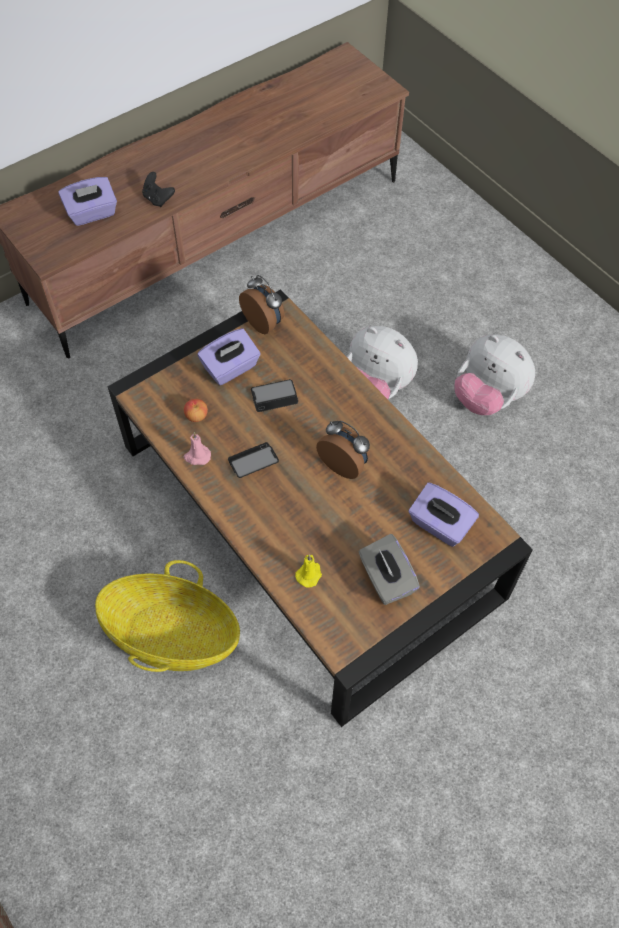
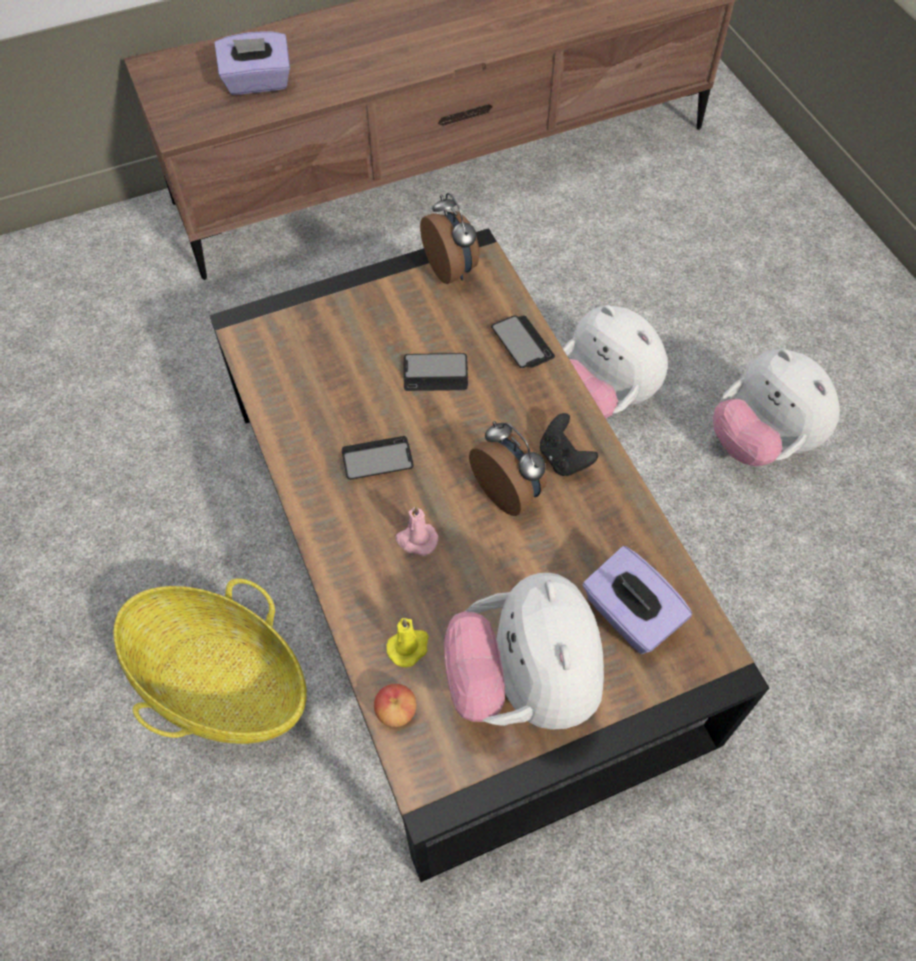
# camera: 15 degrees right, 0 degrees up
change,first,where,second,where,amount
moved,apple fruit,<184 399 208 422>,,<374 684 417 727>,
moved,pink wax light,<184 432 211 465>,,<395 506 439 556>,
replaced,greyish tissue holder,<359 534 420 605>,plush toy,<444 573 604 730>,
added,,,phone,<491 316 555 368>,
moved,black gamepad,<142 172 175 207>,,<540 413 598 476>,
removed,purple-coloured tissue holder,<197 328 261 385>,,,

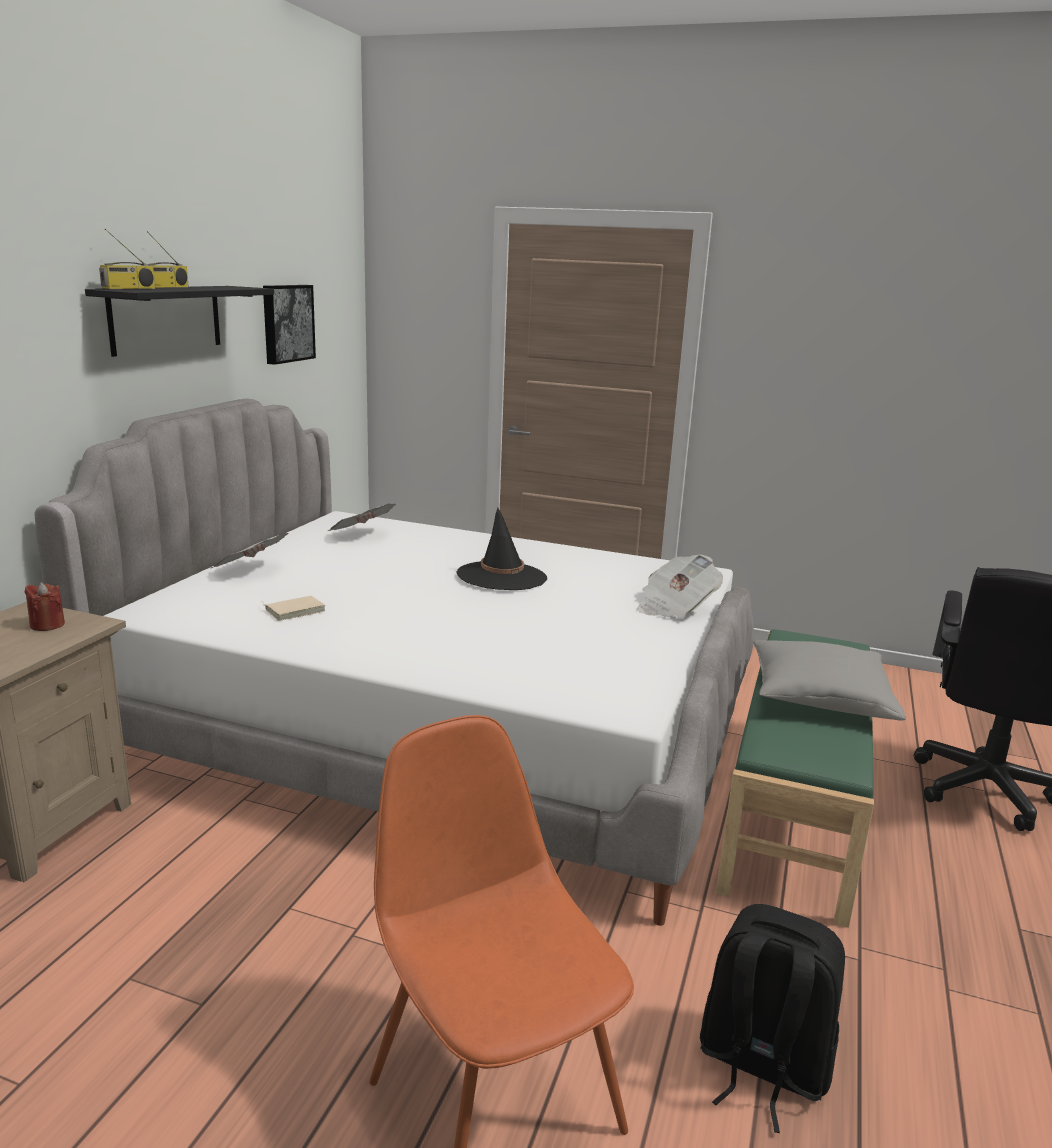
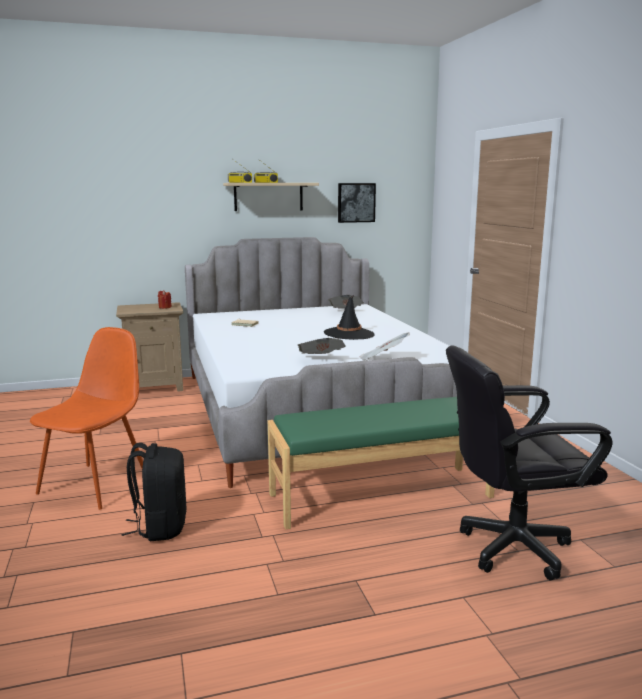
# camera: 55 degrees right, 5 degrees down
change,first,where,second,where,amount
recoloured,black wall shelf,<85 286 274 357>,beige-coloured wall shelf,<223 183 319 211>,
moved,printed paper,<211 533 289 568>,,<298 338 346 354>,
removed,greyish throw pillow,<753 640 906 720>,,,

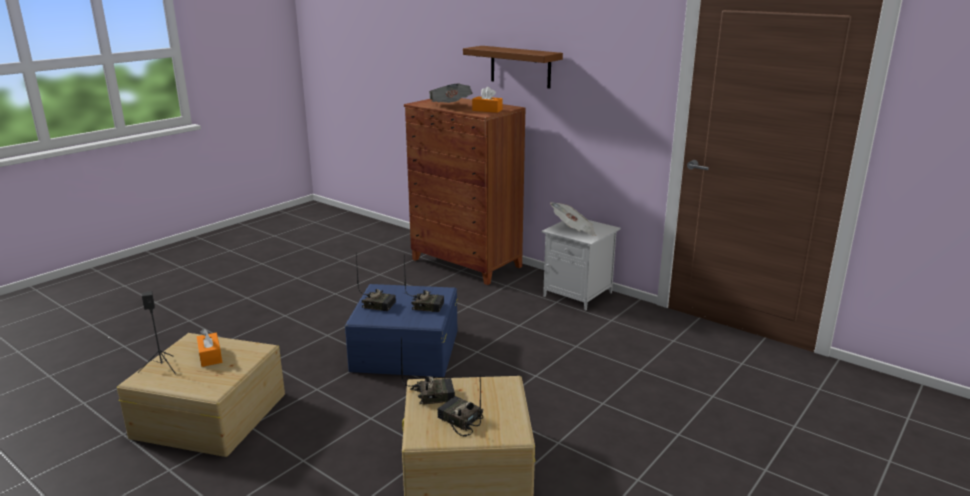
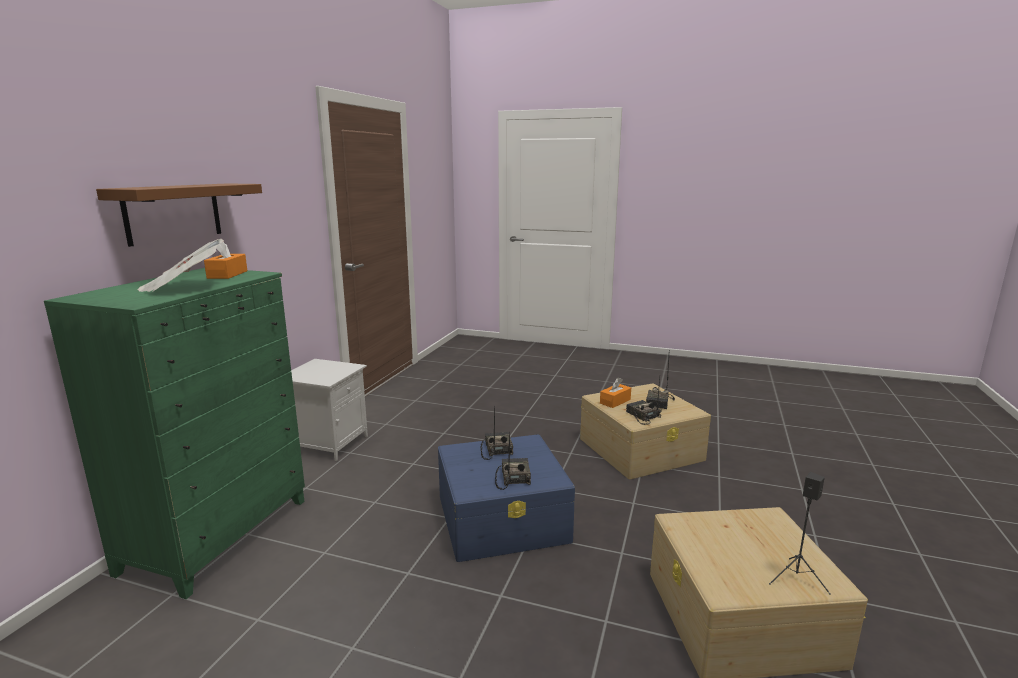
# camera: 110 degrees left, 5 degrees down
change,first,where,second,where,amount
recoloured,brown drawer chest,<404 98 526 285>,greenish drawer chest,<44 268 305 599>,
moved,orangey tissue holder,<197 329 222 367>,,<600 378 631 408>,
removed,printed paper,<550 202 596 236>,,,

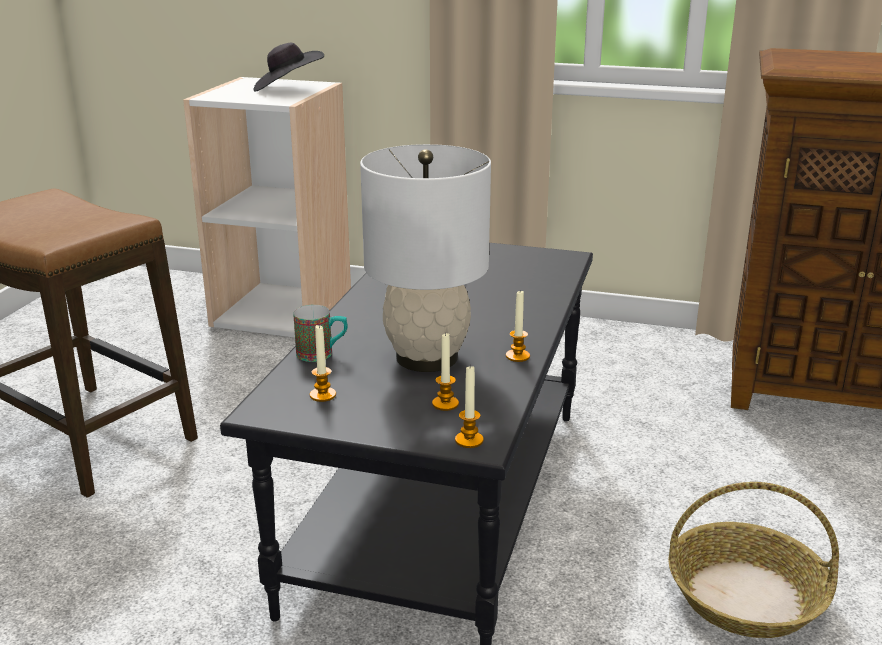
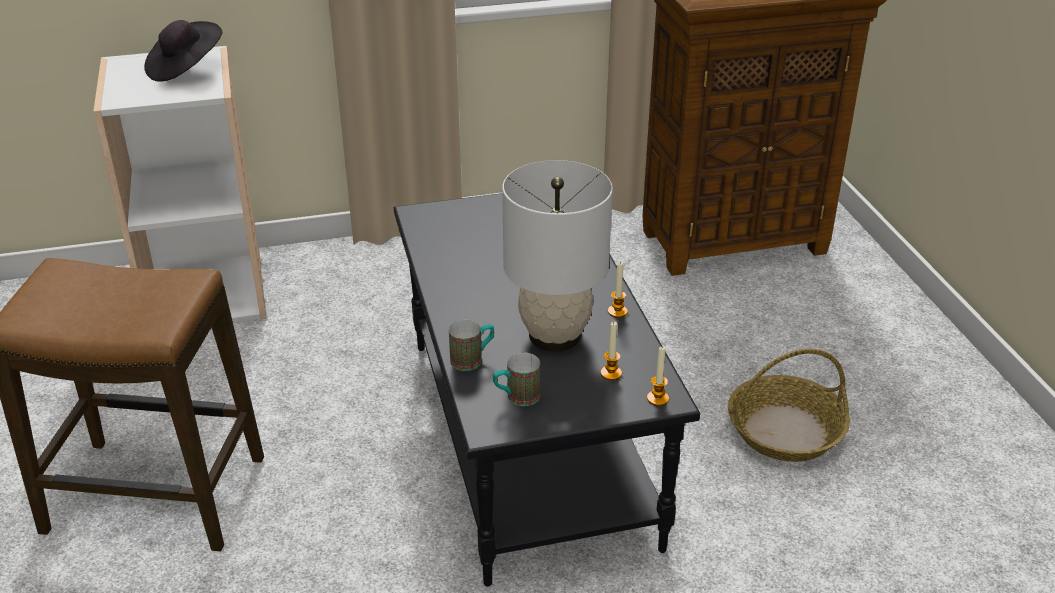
# camera: 30 degrees left, 10 degrees up
change,first,where,second,where,amount
replaced,wax light,<310 325 336 402>,mug,<493 353 540 406>,

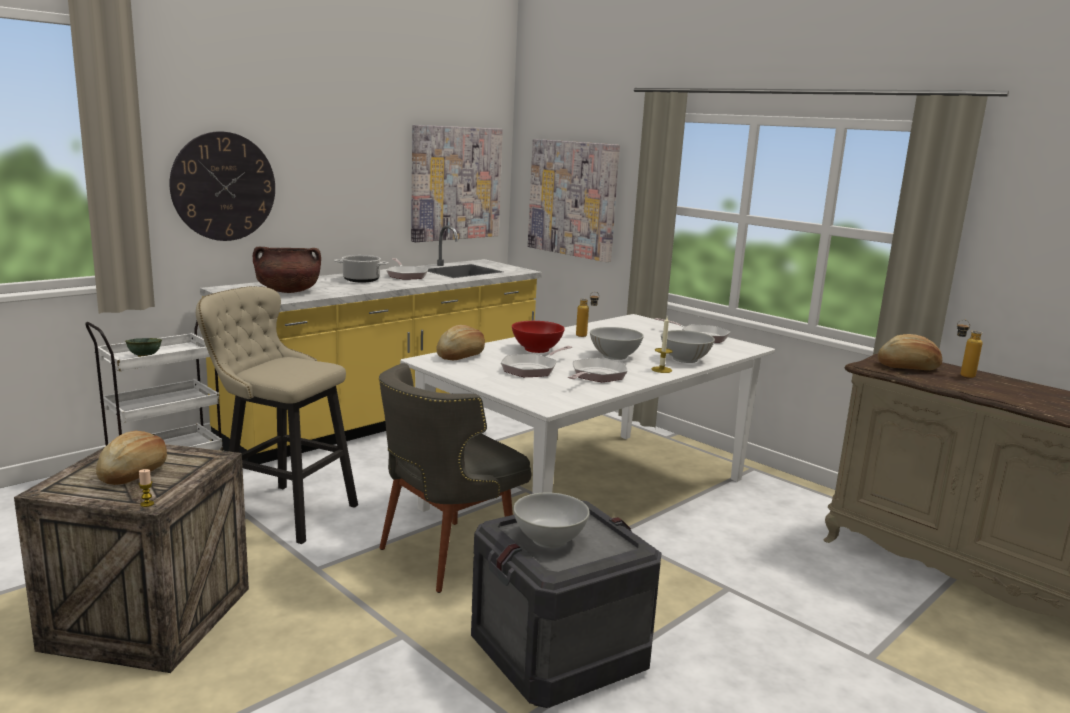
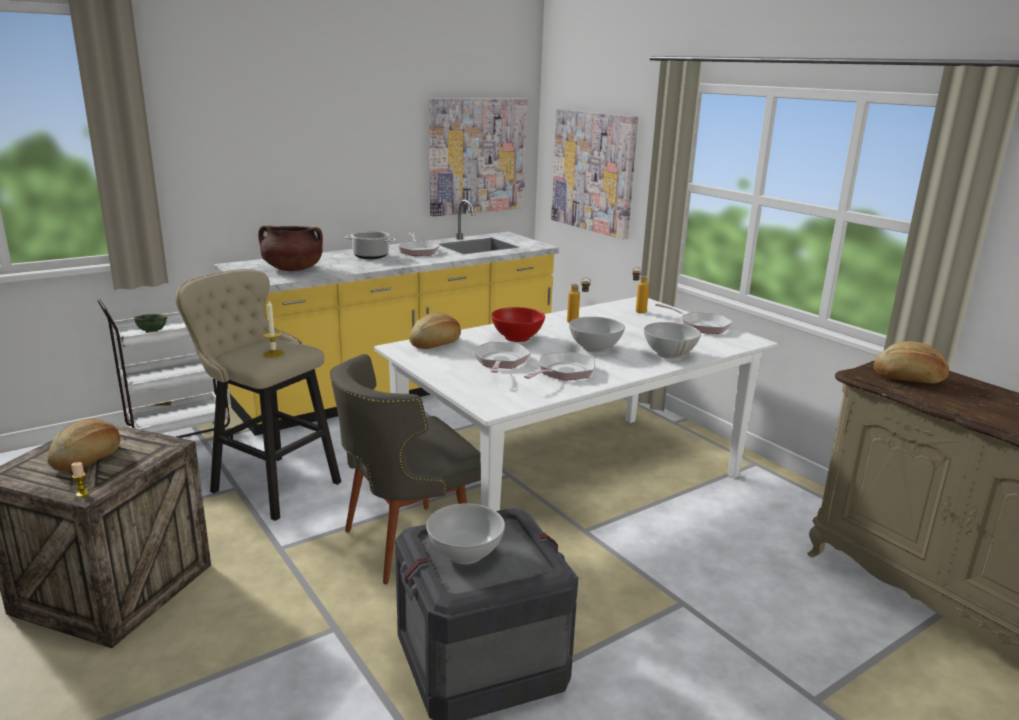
# camera: 10 degrees right, 5 degrees up
change,first,where,second,where,amount
moved,wax light,<651 317 673 373>,,<263 301 285 358>,
turned,pan,<501 346 572 377>,,<472 342 531 373>,135 degrees clockwise
moved,drink bottle,<957 319 983 378>,,<632 267 649 313>,
removed,clock on the wall,<170 131 275 241>,,,

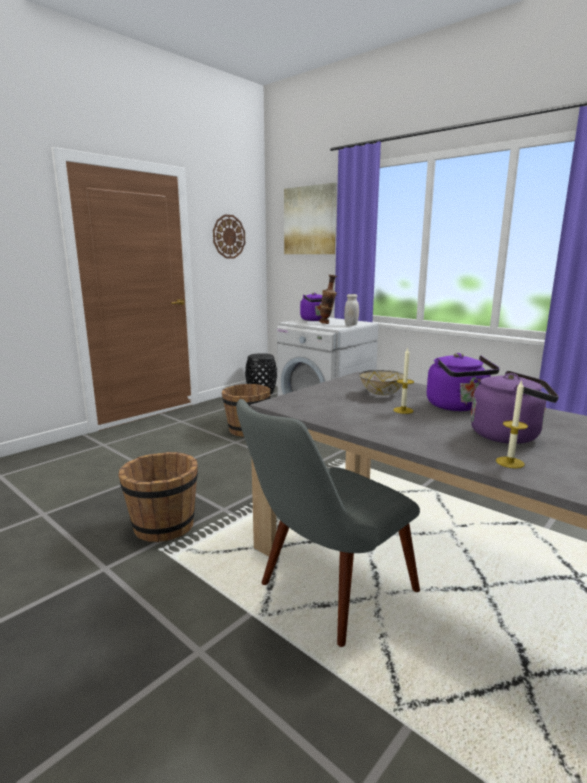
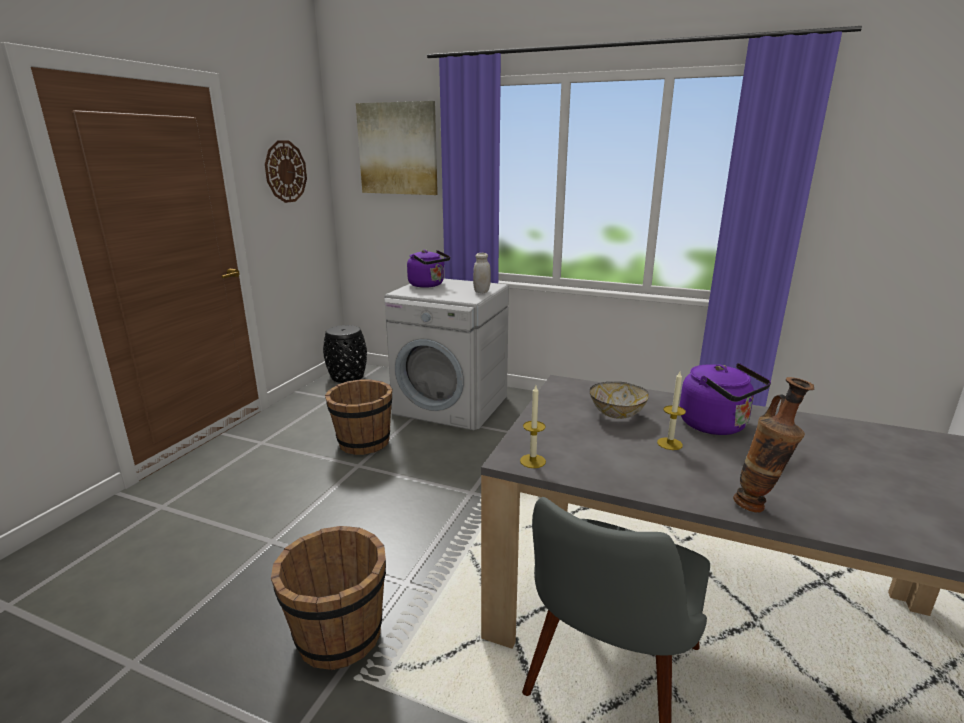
# camera: 20 degrees left, 5 degrees up
change,first,where,second,where,amount
moved,wax light,<496 380 528 468>,,<520 385 546 468>,
moved,vase,<319 275 337 324>,,<733 377 814 512>,
removed,purple-coloured water kettle,<471 371 559 444>,,,

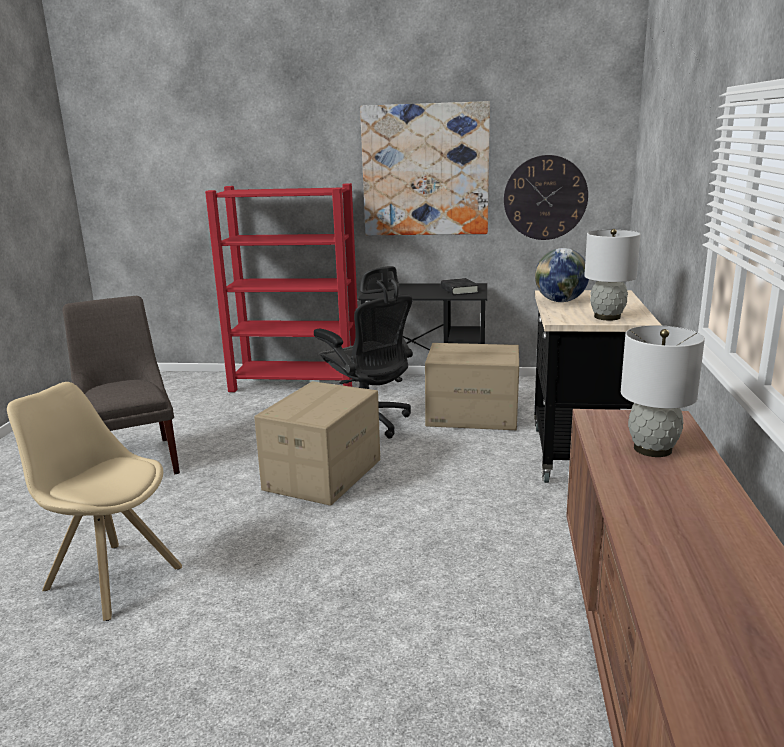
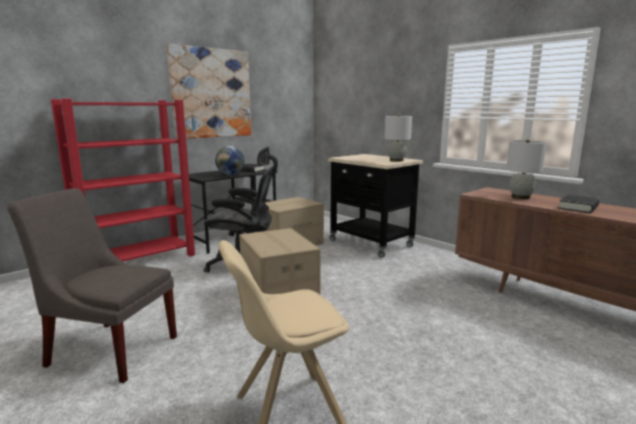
# camera: 50 degrees left, 5 degrees down
change,first,where,second,where,amount
moved,globe,<535 248 589 302>,,<215 146 245 175>,
added,,,black volume,<558 195 599 213>,
removed,clock on the wall,<504 155 588 240>,,,

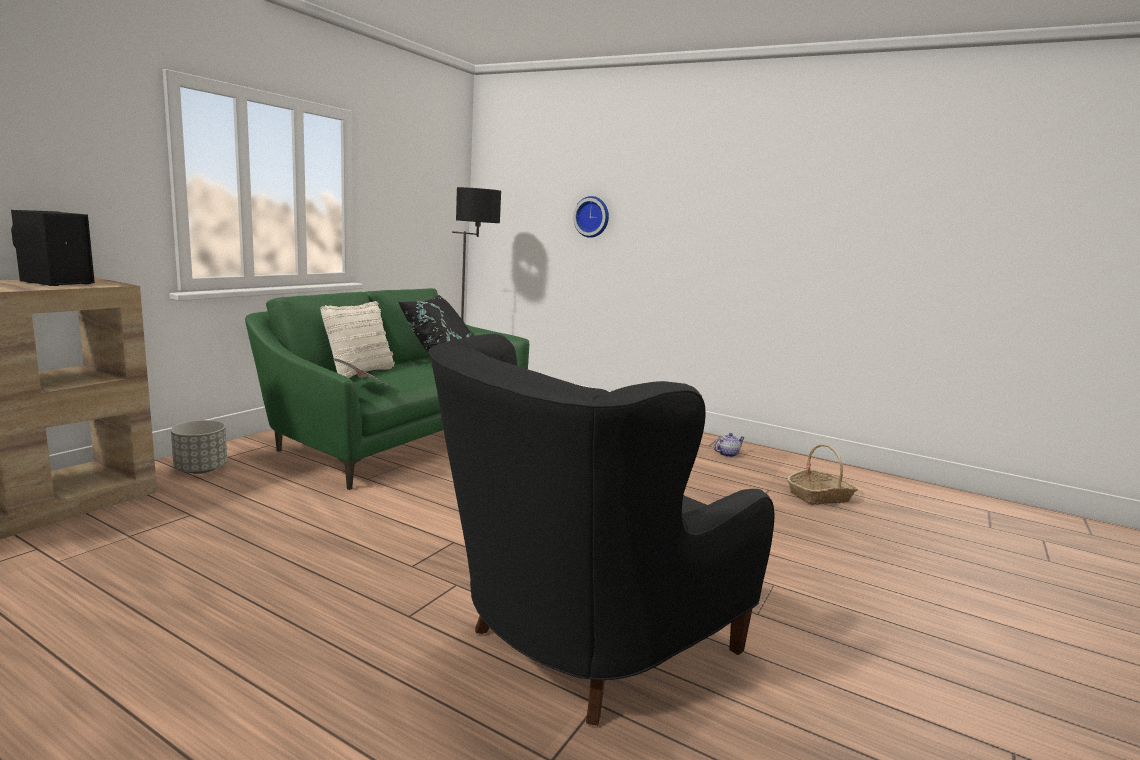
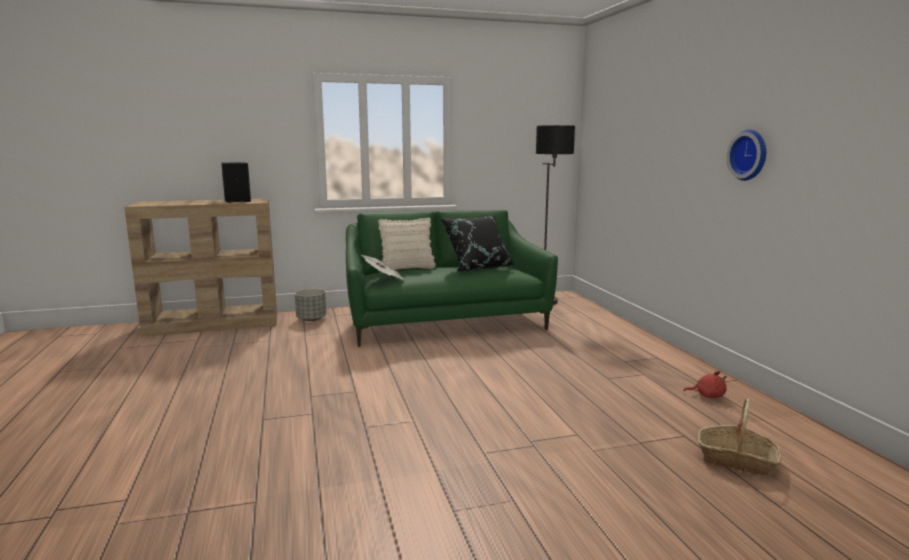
# camera: 45 degrees right, 0 degrees up
change,first,where,second,where,amount
replaced,pot for tea,<714 433 745 457>,red-coloured plush toy,<684 371 727 398>,
moved,clock on the wall,<573 196 609 238>,,<726 130 766 181>,
removed,black armchair,<428 334 774 726>,,,

